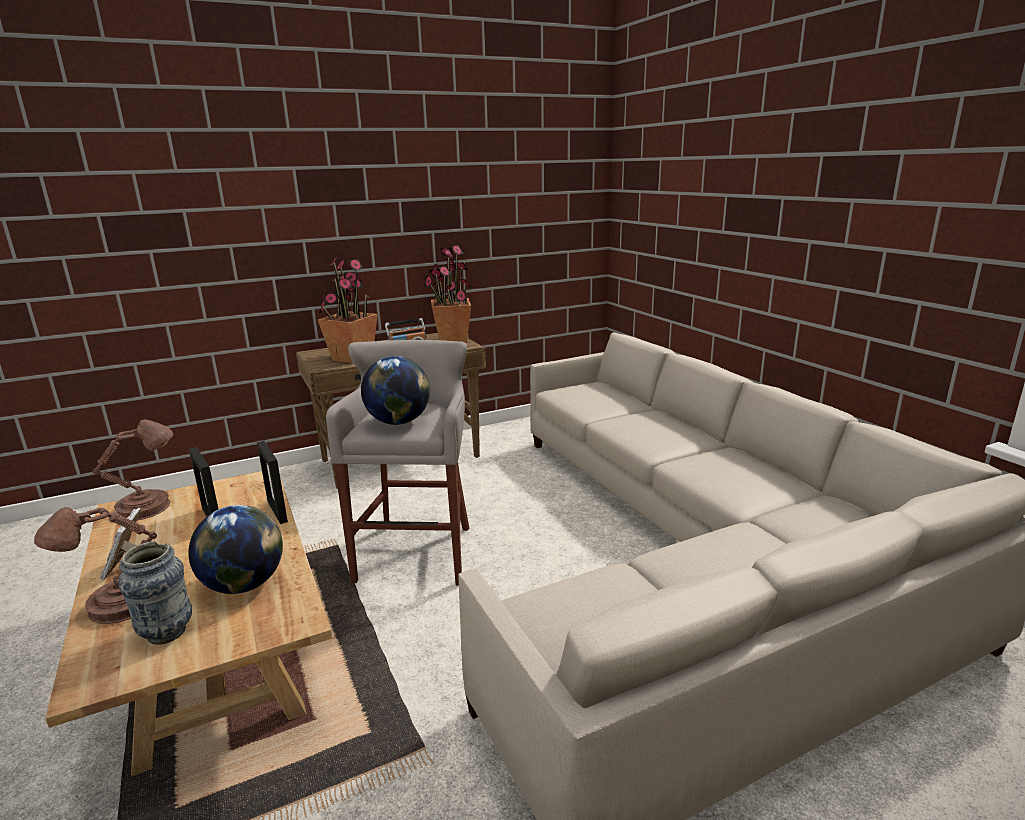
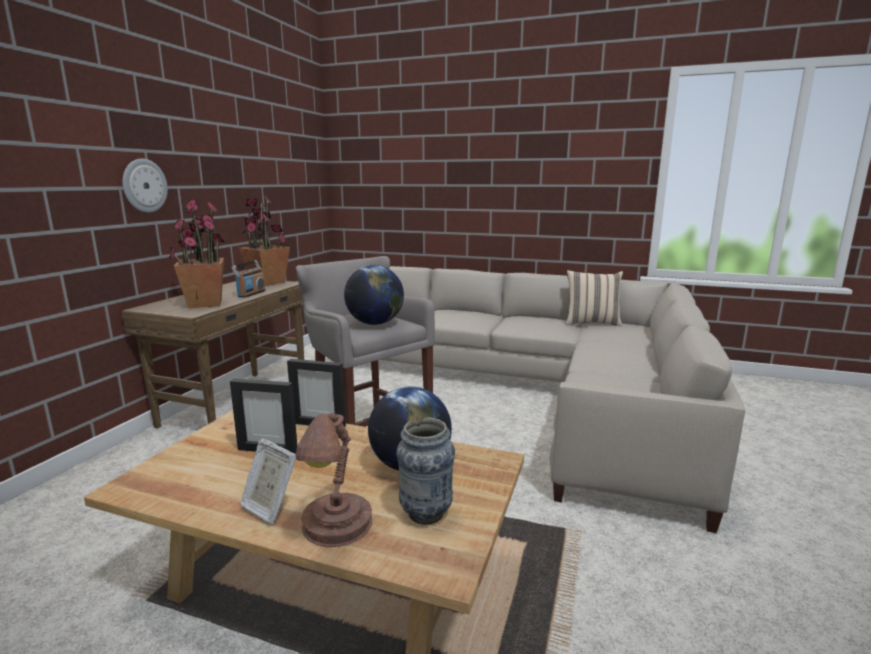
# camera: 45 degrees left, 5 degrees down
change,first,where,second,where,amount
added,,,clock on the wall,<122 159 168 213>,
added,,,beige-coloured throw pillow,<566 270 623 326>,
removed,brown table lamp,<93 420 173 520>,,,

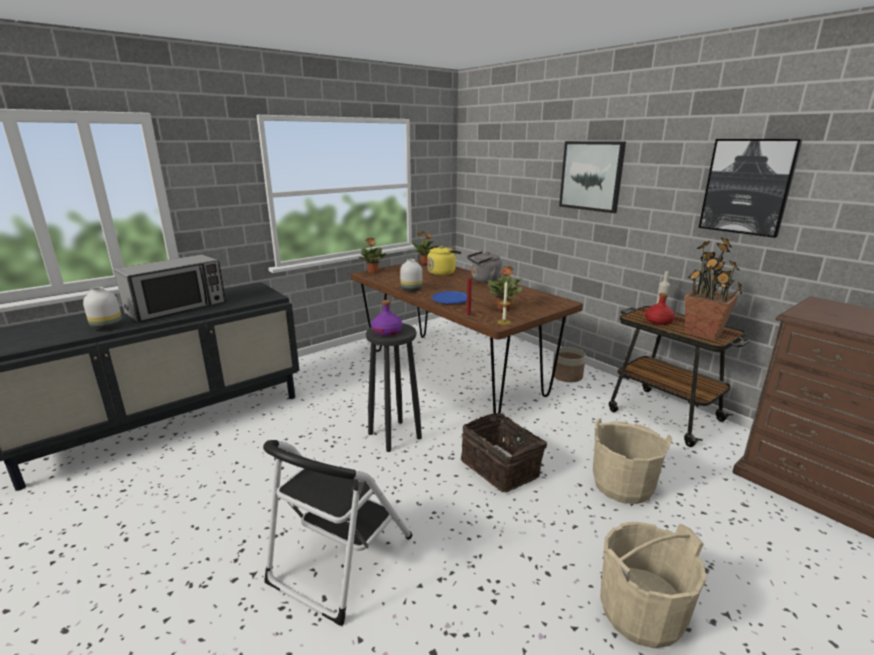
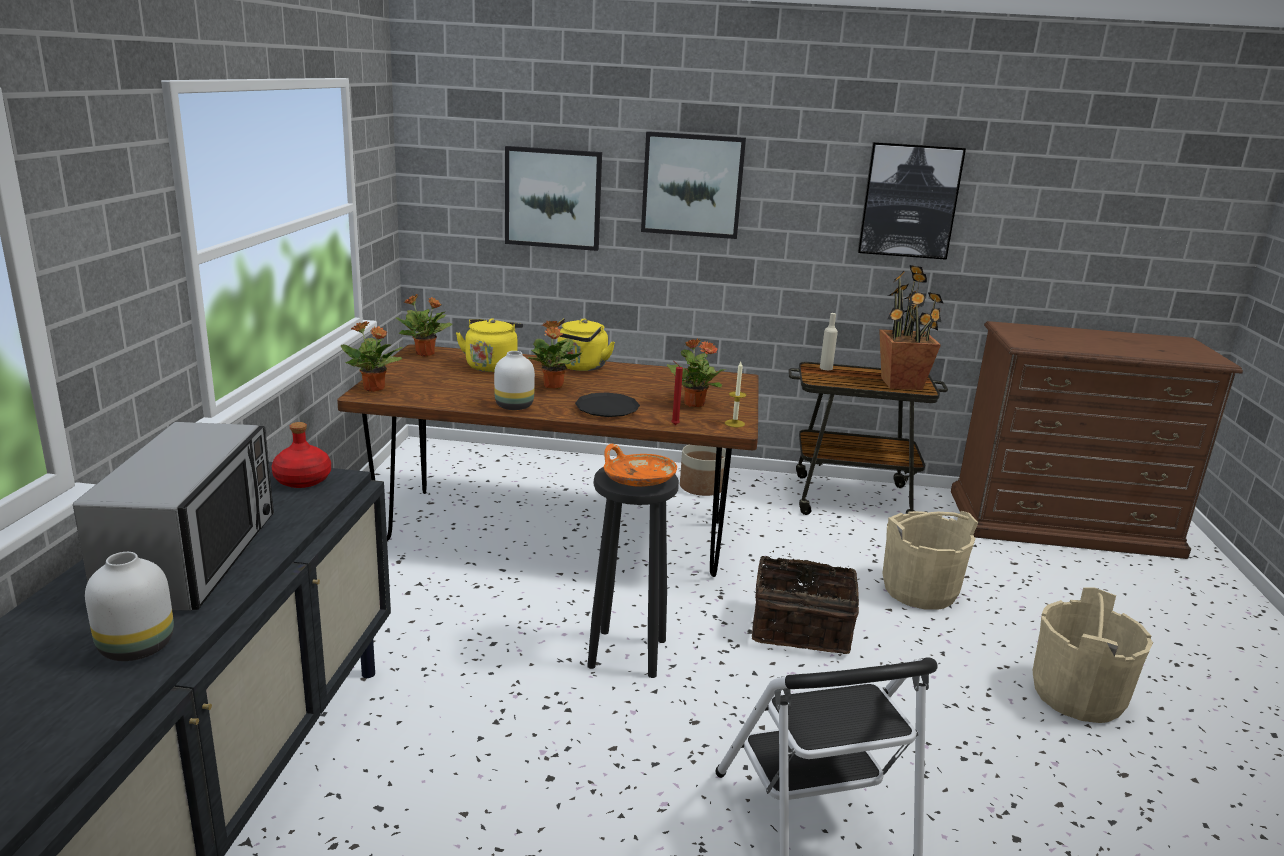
# camera: 45 degrees left, 0 degrees up
change,first,where,second,where,amount
moved,red-coloured drink bottle,<645 293 675 325>,,<272 422 331 488>,
added,,,wall art,<505 146 602 251>,
added,,,plant in a pot,<528 320 582 389>,
recoloured,greyish water kettle,<467 251 502 283>,yellow-coloured water kettle,<558 318 615 371>,
recoloured,bluish flat dish,<432 291 467 304>,black flat dish,<575 392 640 417>,
replaced,purple-coloured drink bottle,<372 300 402 336>,orangey bowl,<604 444 677 487>,

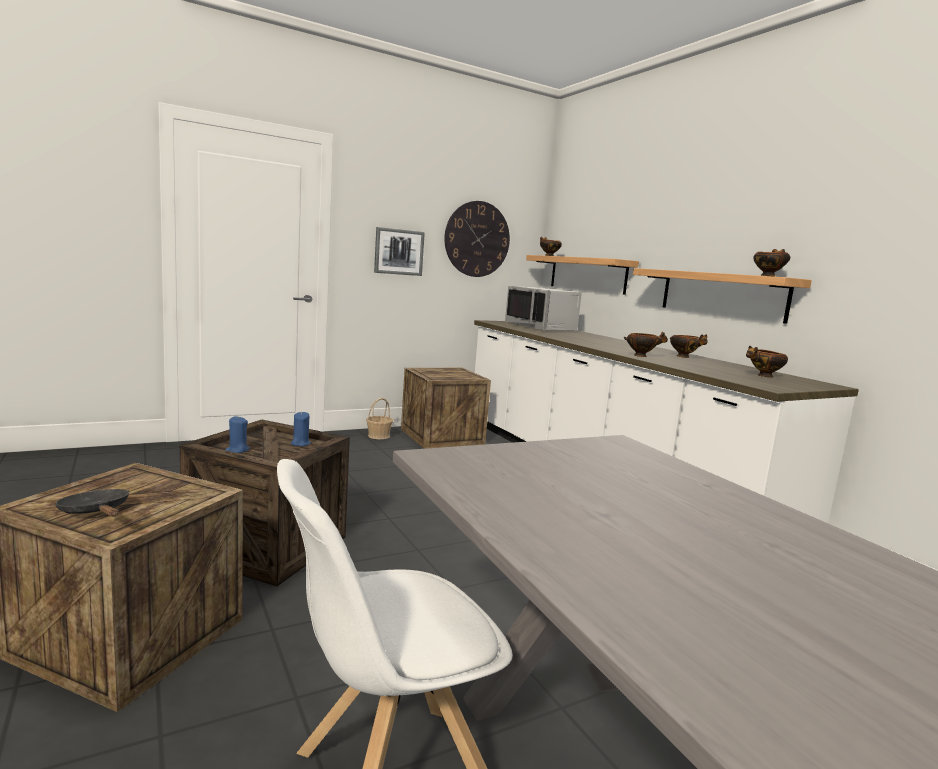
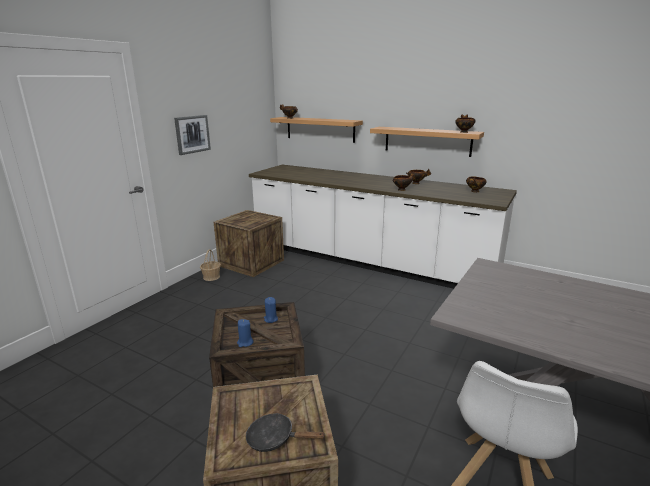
# camera: 30 degrees left, 10 degrees up
change,first,where,second,where,amount
removed,clock on the wall,<444 201 510 277>,,,
removed,greyish microwave oven,<505 286 582 331>,,,

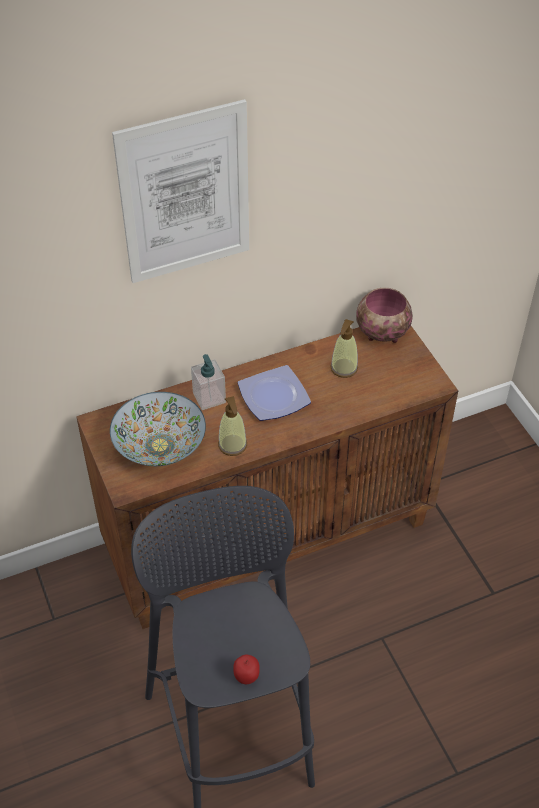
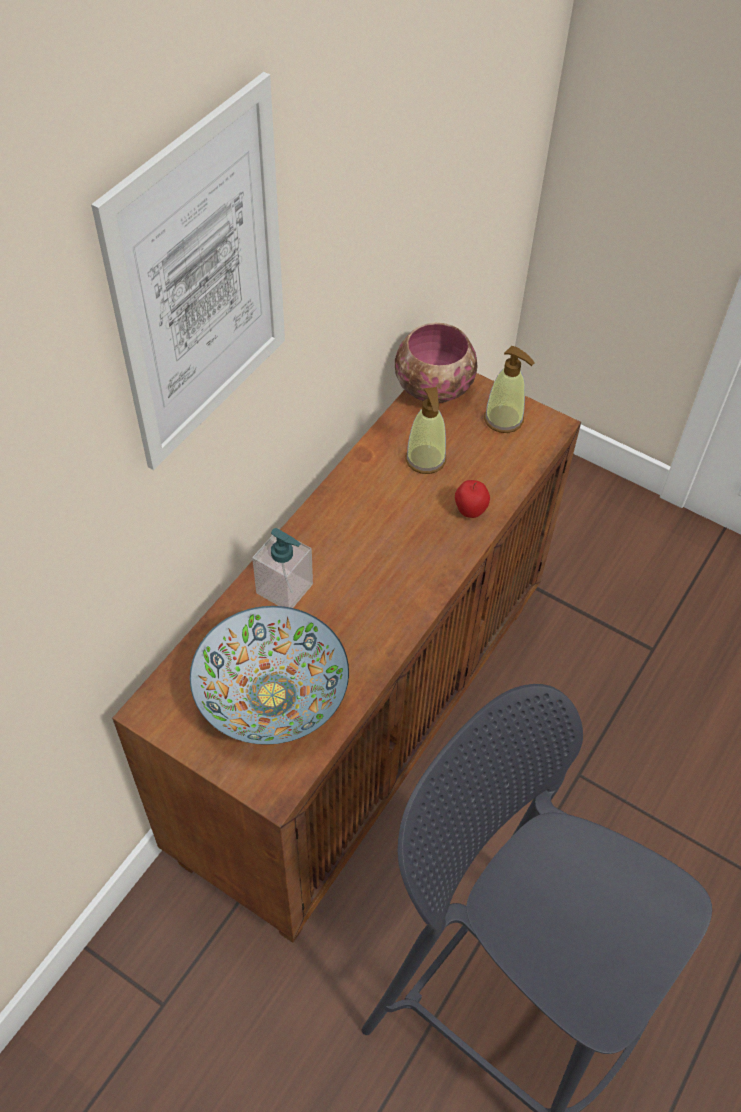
# camera: 35 degrees left, 5 degrees up
change,first,where,second,where,amount
moved,apple fruit,<233 655 260 684>,,<455 480 490 518>,
moved,liquid soap bottle,<218 396 247 456>,,<484 346 535 433>,
removed,flat dish,<238 365 311 421>,,,

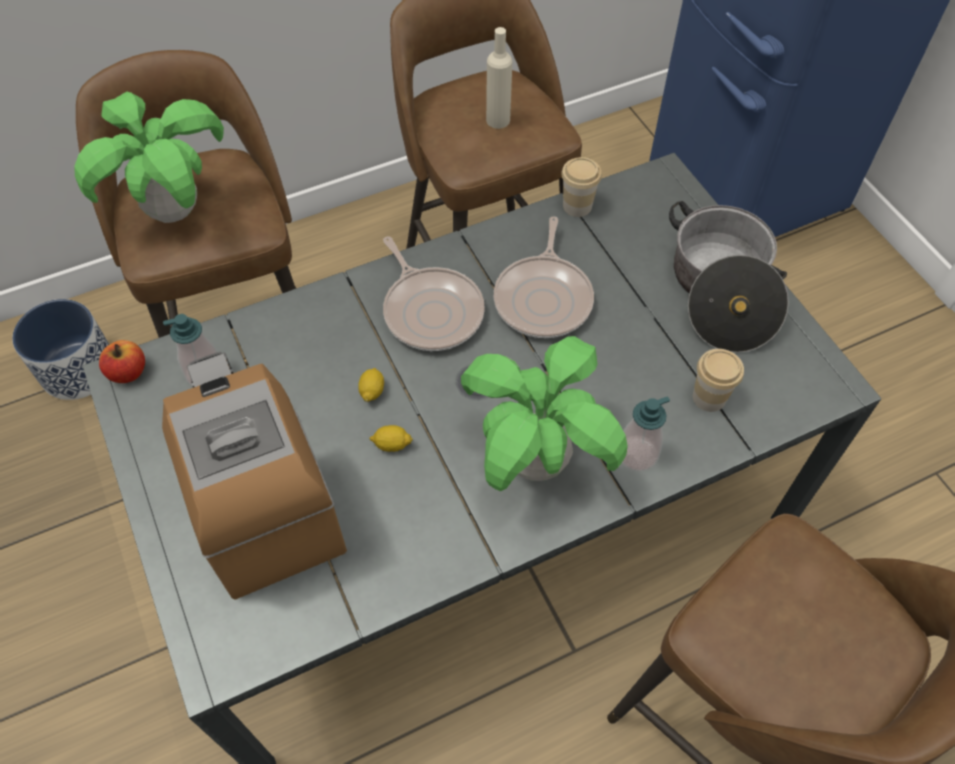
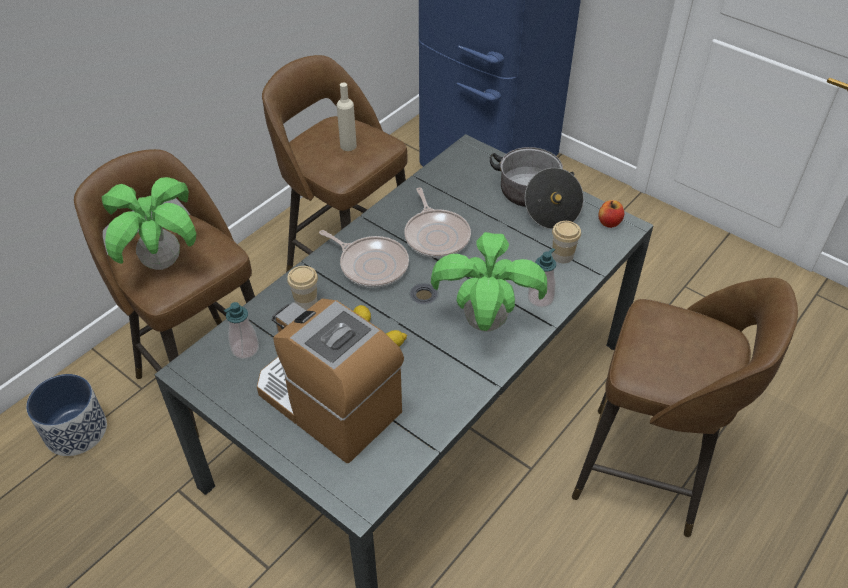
# camera: 25 degrees left, 10 degrees down
change,first,where,second,where,amount
moved,cup,<561 157 602 217>,,<287 266 318 310>,
moved,apple fruit,<99 340 145 383>,,<599 200 624 228>,

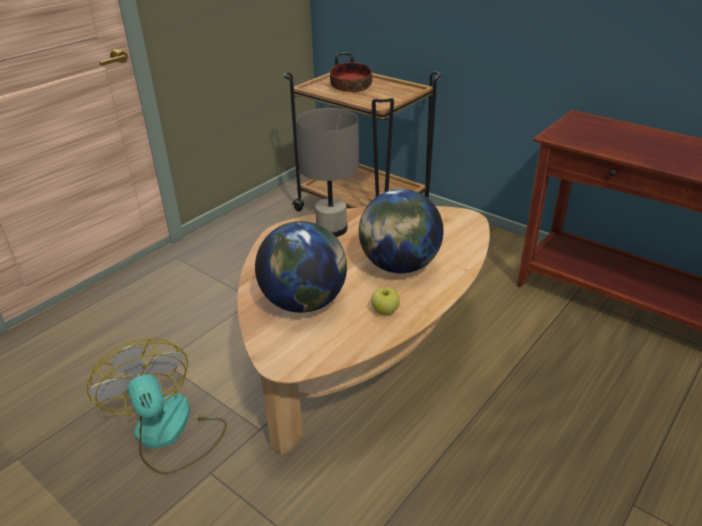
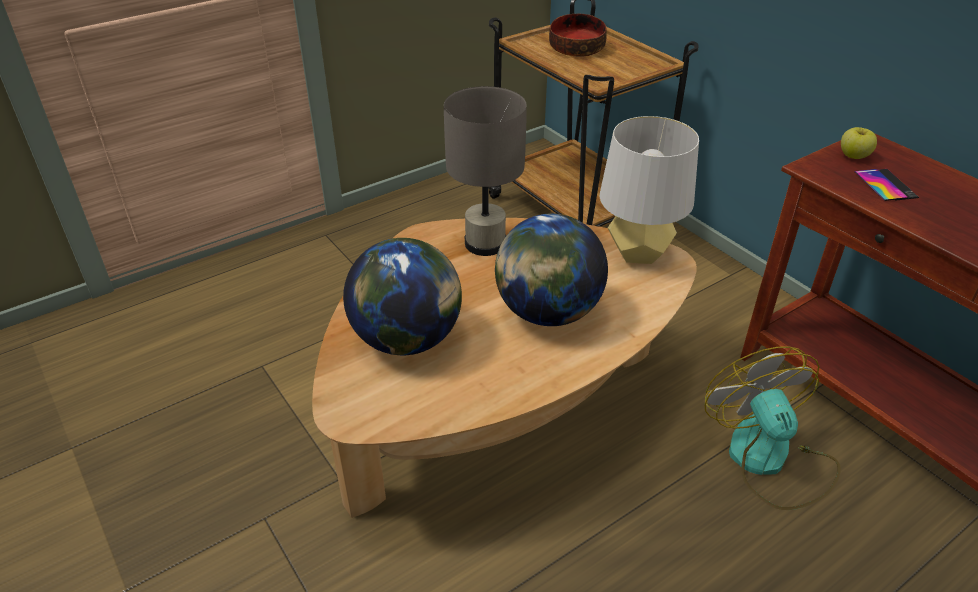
# camera: 15 degrees right, 5 degrees up
change,first,where,second,where,amount
added,,,greyish table lamp,<600 116 699 264>,
moved,fan,<87 338 227 475>,,<705 346 841 510>,
moved,apple fruit,<371 287 400 315>,,<841 127 877 159>,
added,,,phone,<854 169 919 201>,

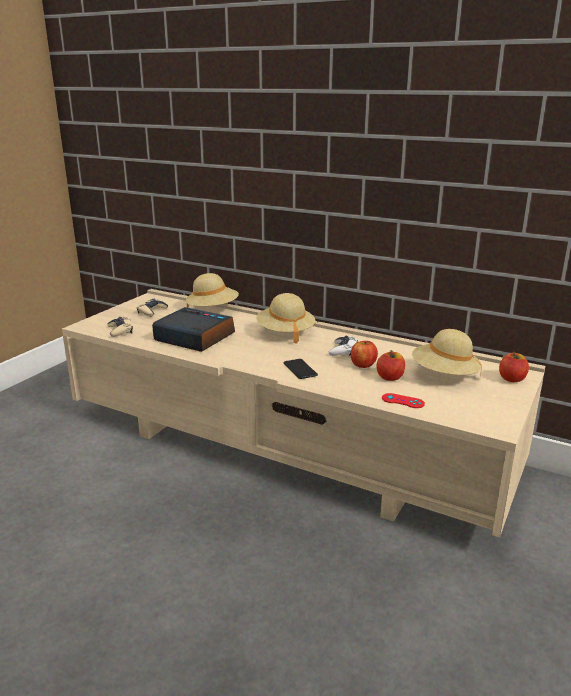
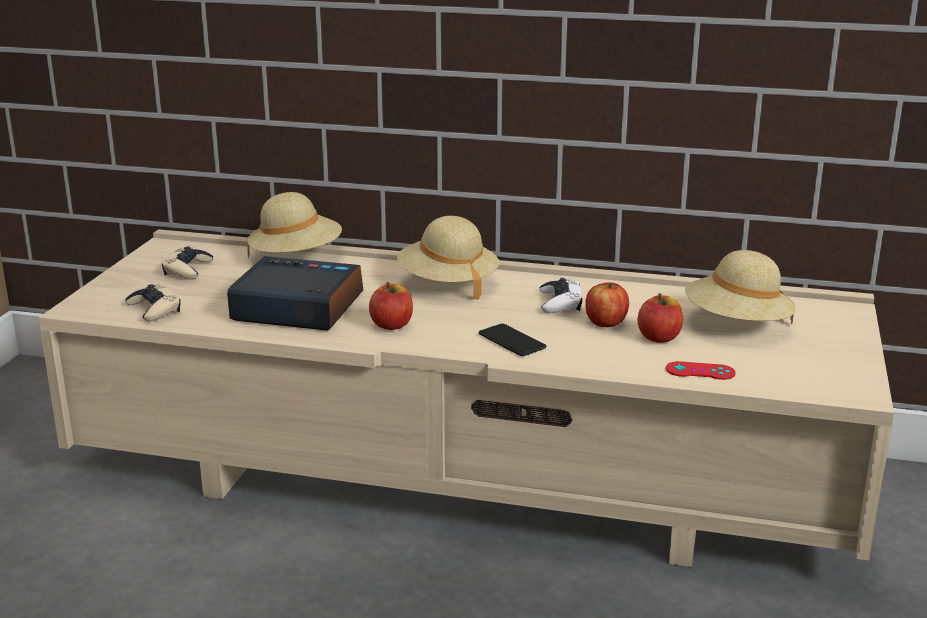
# camera: 15 degrees left, 0 degrees up
change,first,where,second,where,amount
moved,apple fruit,<499 352 529 382>,,<369 282 413 330>,

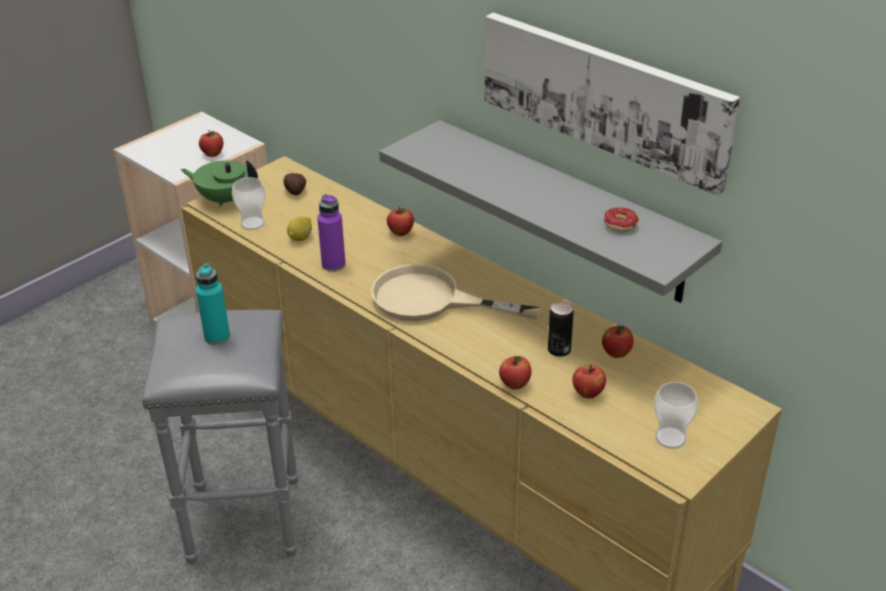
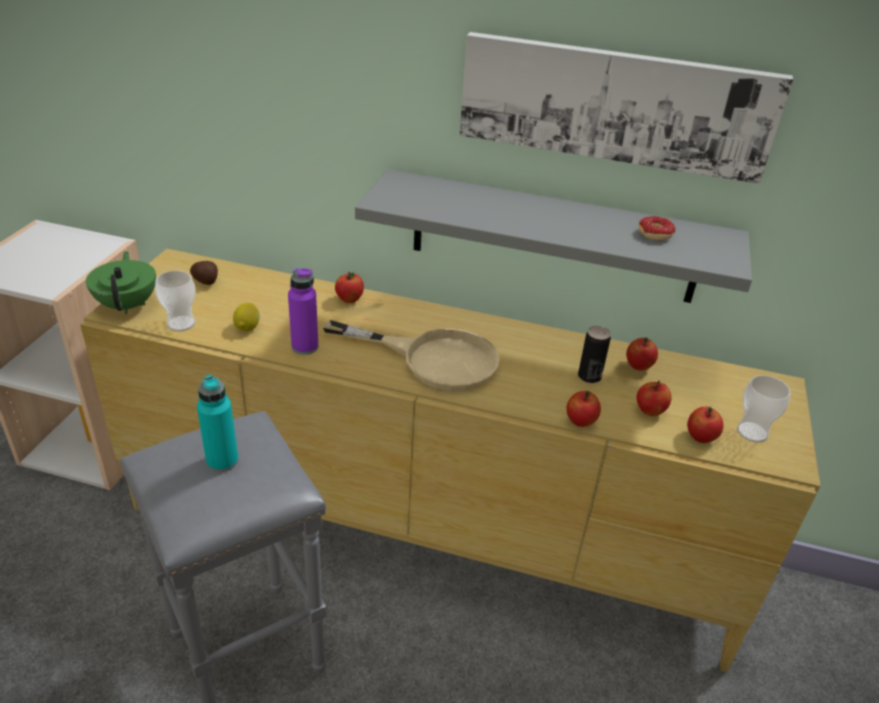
# camera: 30 degrees left, 0 degrees up
change,first,where,second,where,amount
turned,greenish pot for tea,<181 160 258 207>,,<86 251 156 314>,90 degrees clockwise
turned,beige-coloured pan,<371 264 541 321>,,<323 320 500 391>,150 degrees counterclockwise
moved,apple fruit,<199 130 223 157>,,<687 406 723 443>,

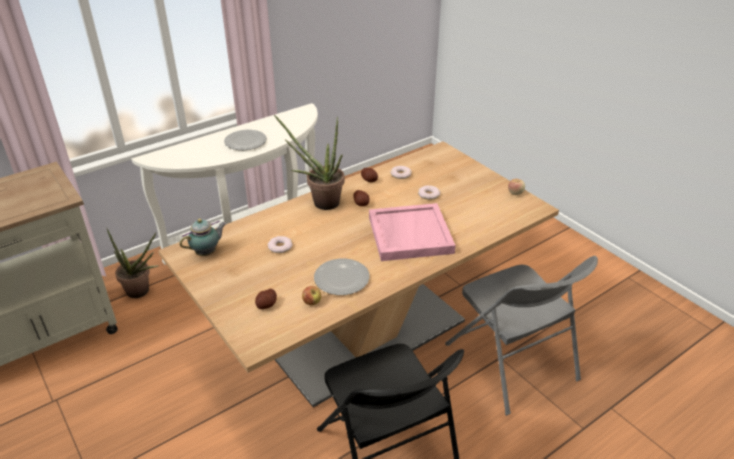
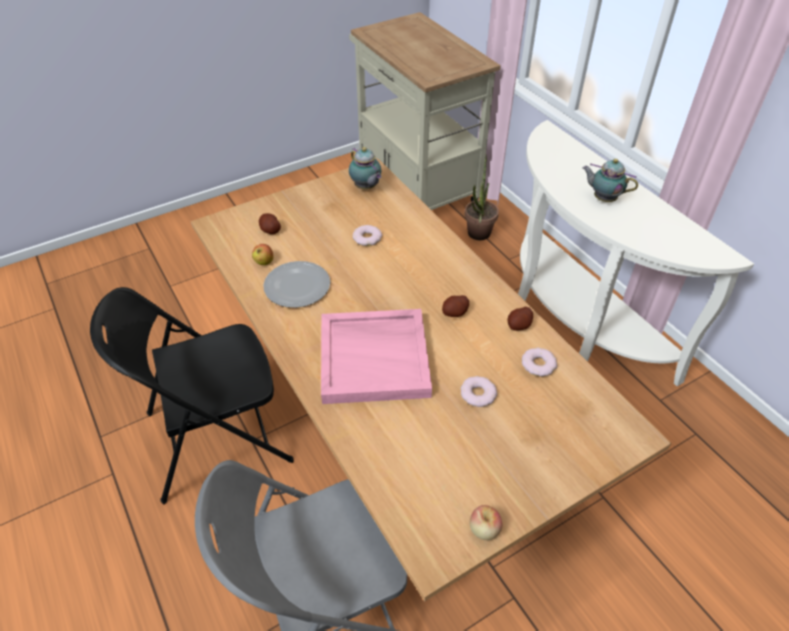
# camera: 95 degrees right, 10 degrees up
change,first,where,second,where,amount
replaced,flat dish,<224 130 267 150>,pot for tea,<582 159 638 202>,
removed,plant in a pot,<274 115 345 210>,,,

